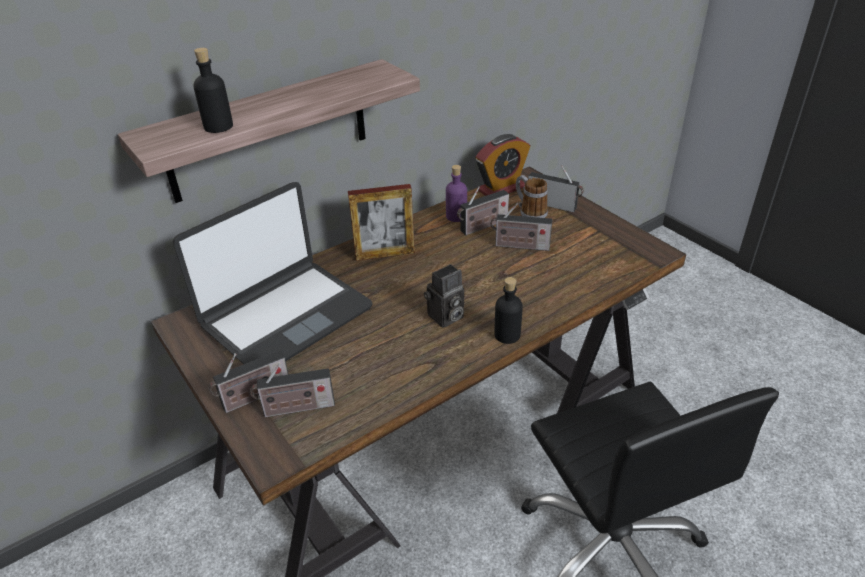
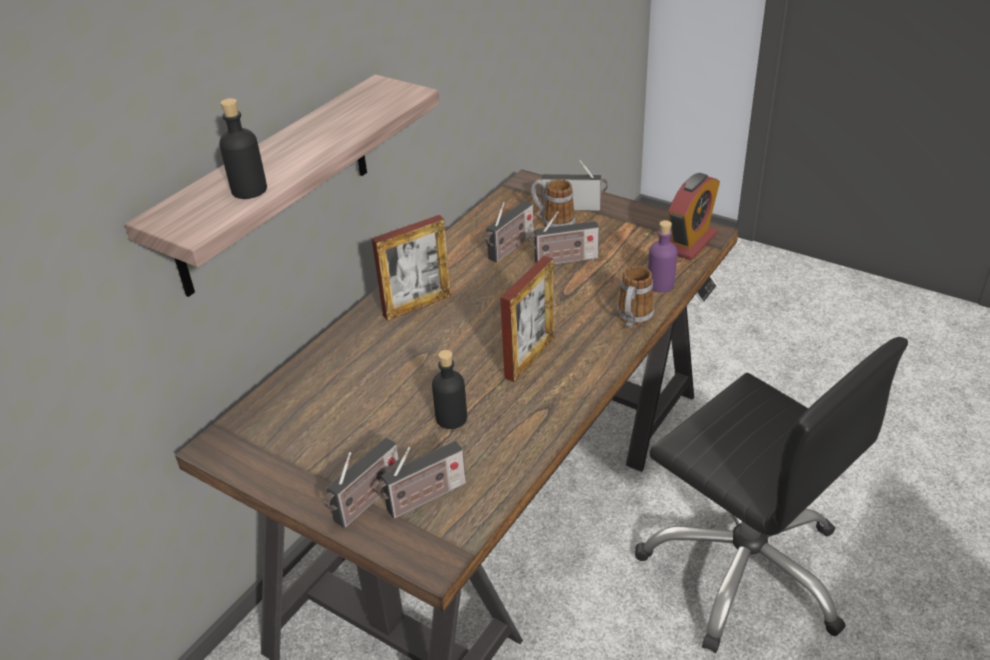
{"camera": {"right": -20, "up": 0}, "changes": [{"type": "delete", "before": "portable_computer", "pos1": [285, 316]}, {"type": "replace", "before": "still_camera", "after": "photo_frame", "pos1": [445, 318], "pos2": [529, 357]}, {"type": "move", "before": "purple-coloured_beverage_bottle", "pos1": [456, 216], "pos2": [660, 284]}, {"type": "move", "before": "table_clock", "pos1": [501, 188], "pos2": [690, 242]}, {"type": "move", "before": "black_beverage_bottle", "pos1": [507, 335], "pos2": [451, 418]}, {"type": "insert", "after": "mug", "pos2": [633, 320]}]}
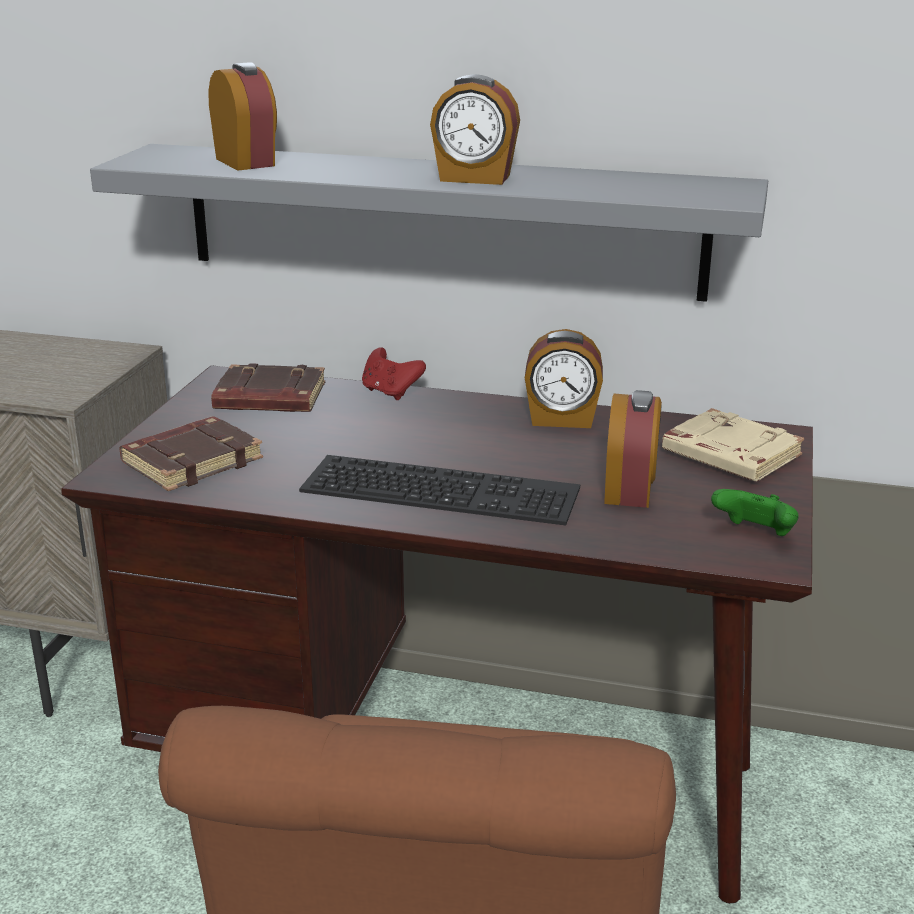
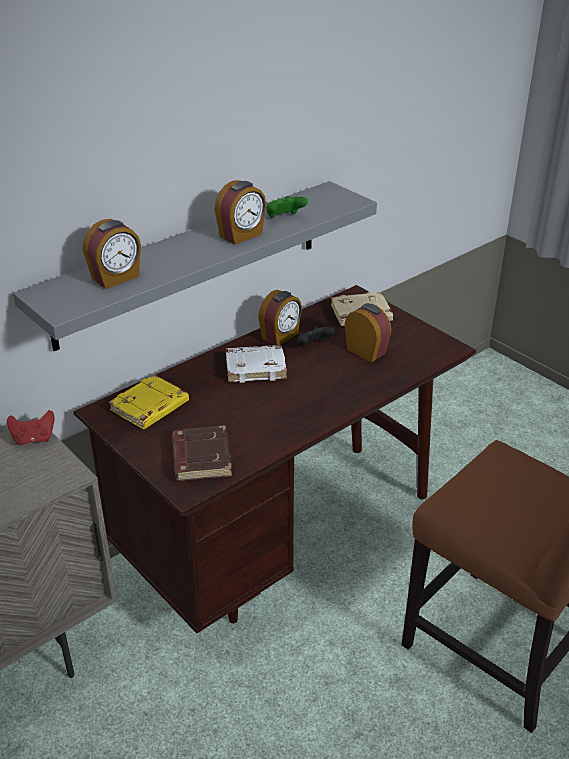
{"camera": {"right": -55, "up": 10}, "changes": [{"type": "rotate", "before": "table_clock", "pos1": [247, 162], "pos2": [116, 278], "turn": 135}, {"type": "recolor", "before": "brown-coloured_bound_book", "after": "yellowish_bound_book", "pos1": [268, 399], "pos2": [150, 407]}, {"type": "delete", "before": "PC_keyboard", "pos1": [444, 488]}, {"type": "move", "before": "reddish_gamepad", "pos1": [390, 392], "pos2": [34, 439]}, {"type": "move", "before": "green-coloured_gamepad", "pos1": [754, 535], "pos2": [284, 218]}, {"type": "insert", "after": "white_bound_book", "pos2": [256, 367]}, {"type": "insert", "after": "black_gamepad", "pos2": [313, 346]}]}
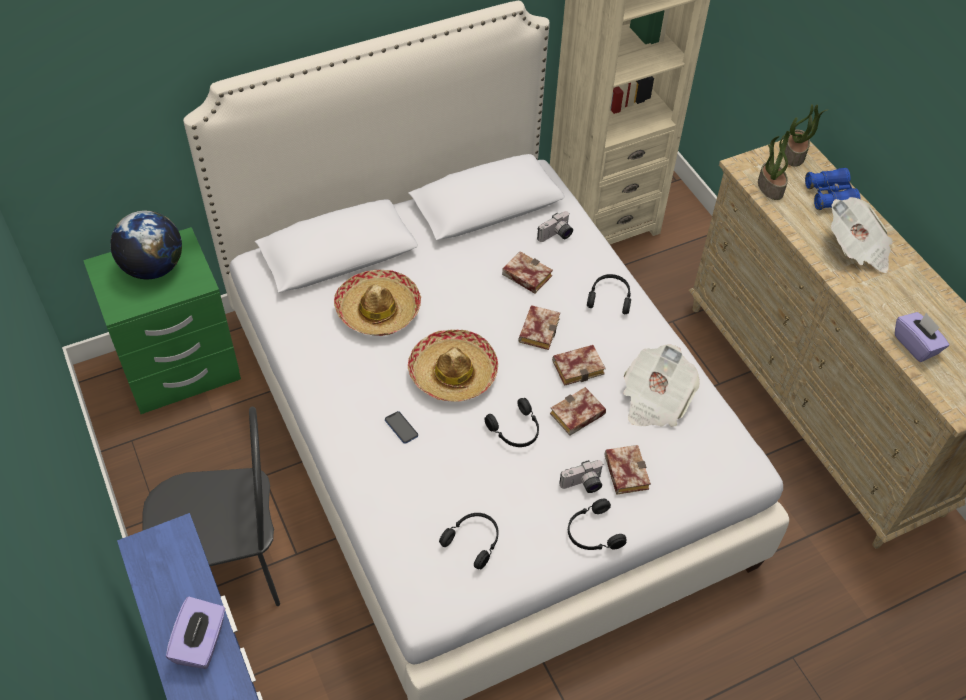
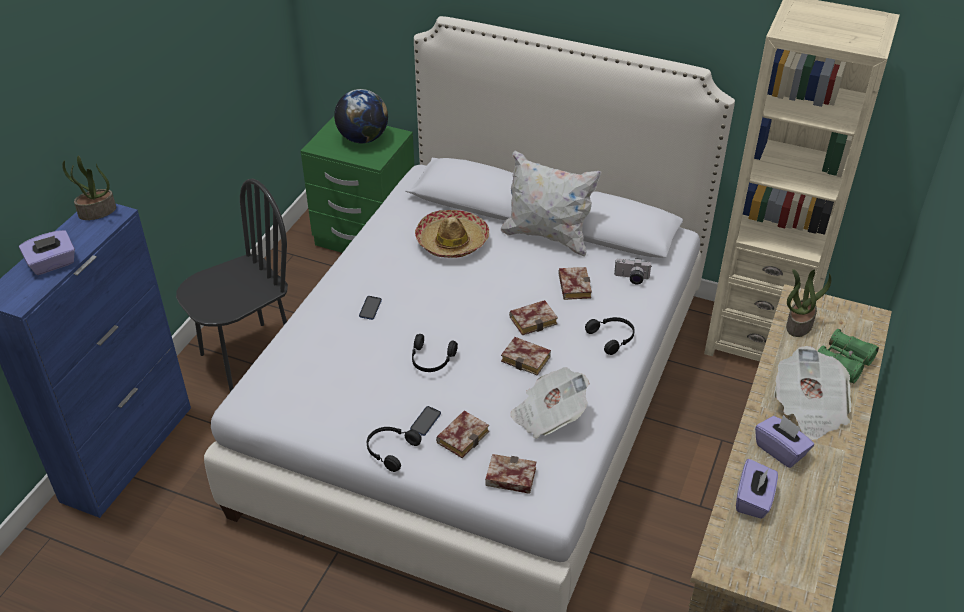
{"camera": {"right": 50, "up": -10}, "changes": [{"type": "rotate", "before": "black_upright_chair", "pos1": [231, 572], "pos2": [248, 357], "turn": -75}, {"type": "delete", "before": "hat", "pos1": [453, 373]}, {"type": "delete", "before": "black_headset", "pos1": [474, 541]}, {"type": "move", "before": "bound_book", "pos1": [576, 416], "pos2": [508, 478]}, {"type": "replace", "before": "still_camera", "after": "phone", "pos1": [583, 485], "pos2": [425, 421]}, {"type": "move", "before": "plant_in_a_pot", "pos1": [794, 155], "pos2": [97, 212]}, {"type": "recolor", "before": "blue-coloured_field_glasses", "after": "green-coloured_field_glasses", "pos1": [829, 196], "pos2": [844, 363]}, {"type": "insert", "after": "white_cushion", "pos2": [547, 236]}, {"type": "insert", "after": "purple-coloured_tissue_holder", "pos2": [780, 450]}]}
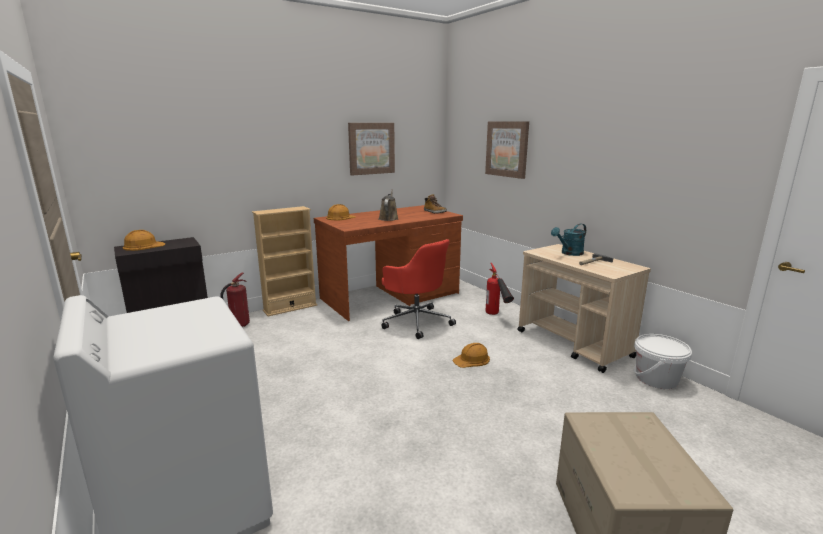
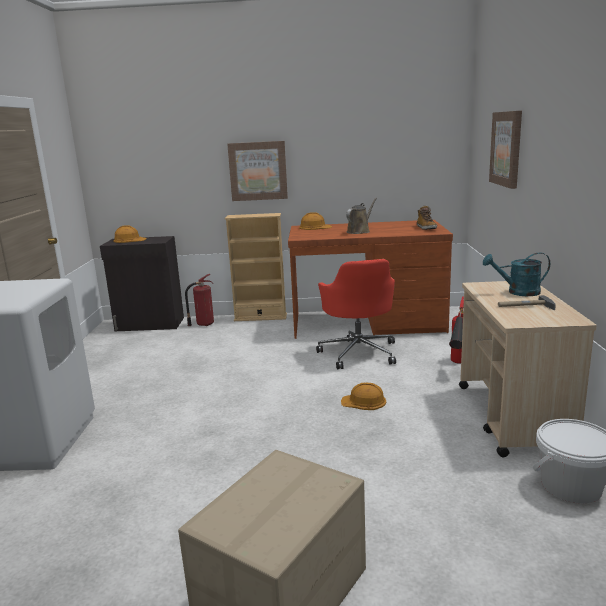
{"camera": {"right": 35, "up": 0}, "changes": [{"type": "move", "before": "picture", "pos1": [371, 148], "pos2": [258, 171]}]}
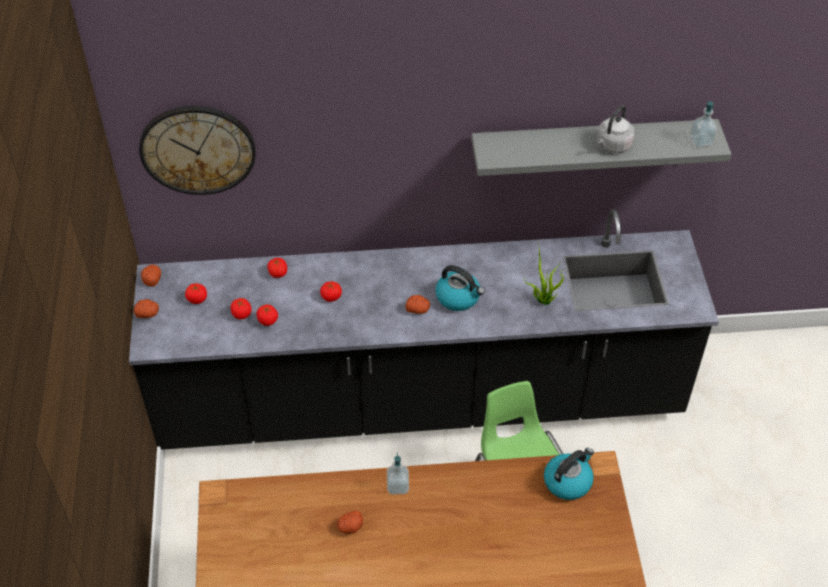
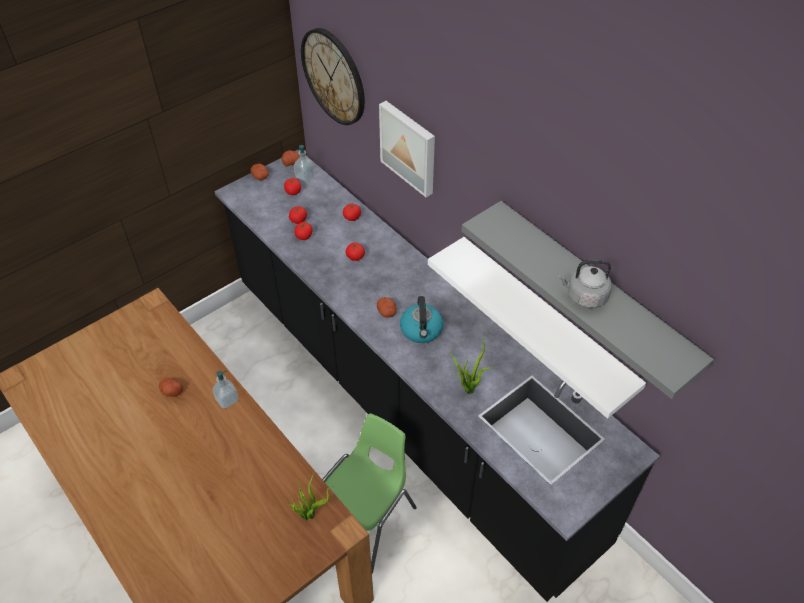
{"camera": {"right": 55, "up": 0}, "changes": [{"type": "replace", "before": "tea_kettle", "after": "plant_in_a_pot", "pos1": [568, 481], "pos2": [310, 514]}, {"type": "move", "before": "liquid_soap_bottle", "pos1": [700, 141], "pos2": [305, 176]}, {"type": "insert", "after": "picture", "pos2": [409, 147]}, {"type": "insert", "after": "white_shelf", "pos2": [544, 320]}]}
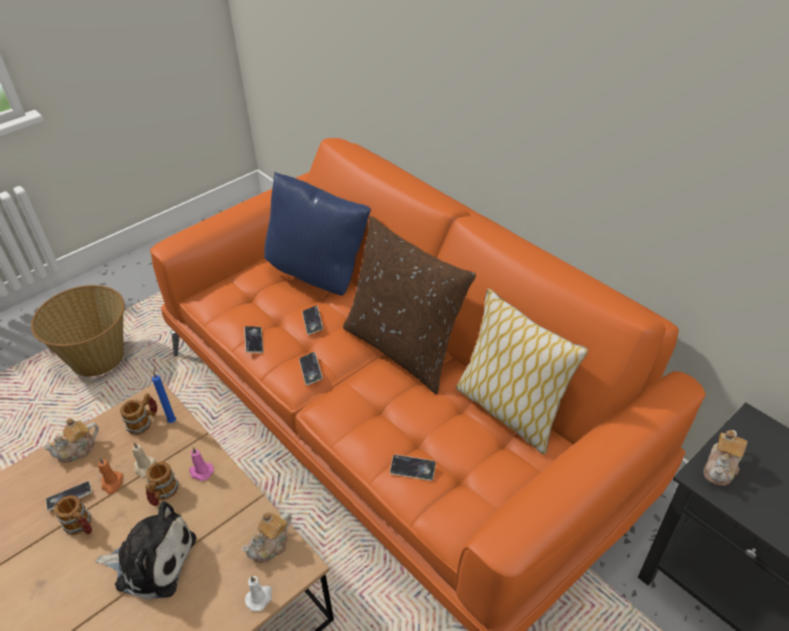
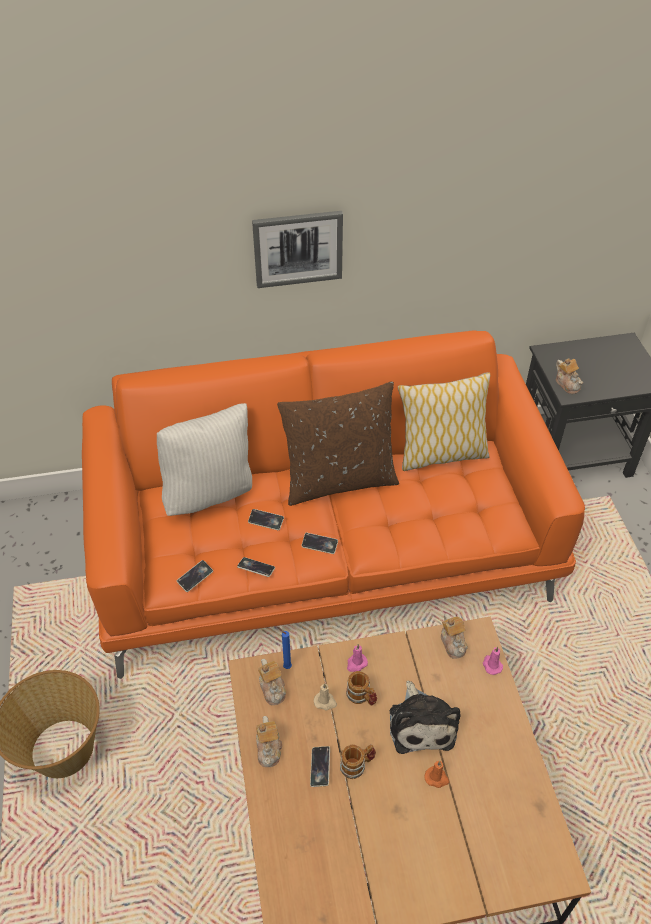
{"camera": {"right": -60, "up": 5}, "changes": [{"type": "rotate", "before": "soft_toy", "pos1": [152, 560], "pos2": [421, 723], "turn": 135}, {"type": "move", "before": "orange-coloured_wax_light", "pos1": [112, 483], "pos2": [437, 778]}, {"type": "replace", "before": "mug", "after": "tea_pot", "pos1": [144, 422], "pos2": [273, 688]}, {"type": "recolor", "before": "white_wax_light", "after": "pinkish_wax_light", "pos1": [260, 597], "pos2": [491, 665]}, {"type": "recolor", "before": "blue-coloured_cushion", "after": "white_cushion", "pos1": [319, 275], "pos2": [210, 493]}, {"type": "move", "before": "phone", "pos1": [412, 469], "pos2": [195, 577]}, {"type": "insert", "after": "picture", "pos2": [298, 248]}]}
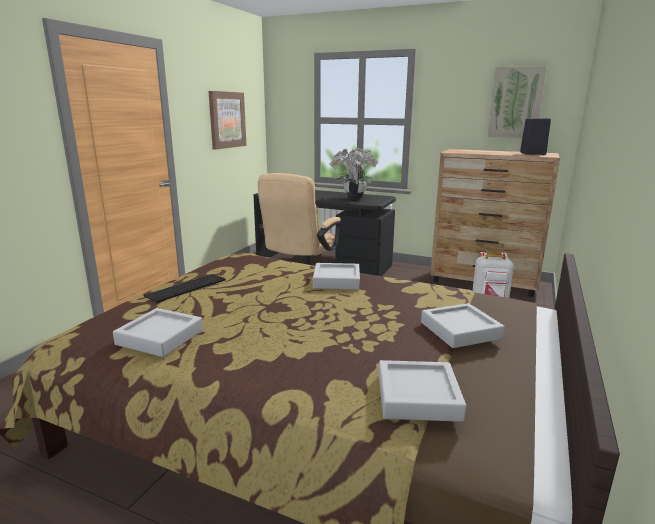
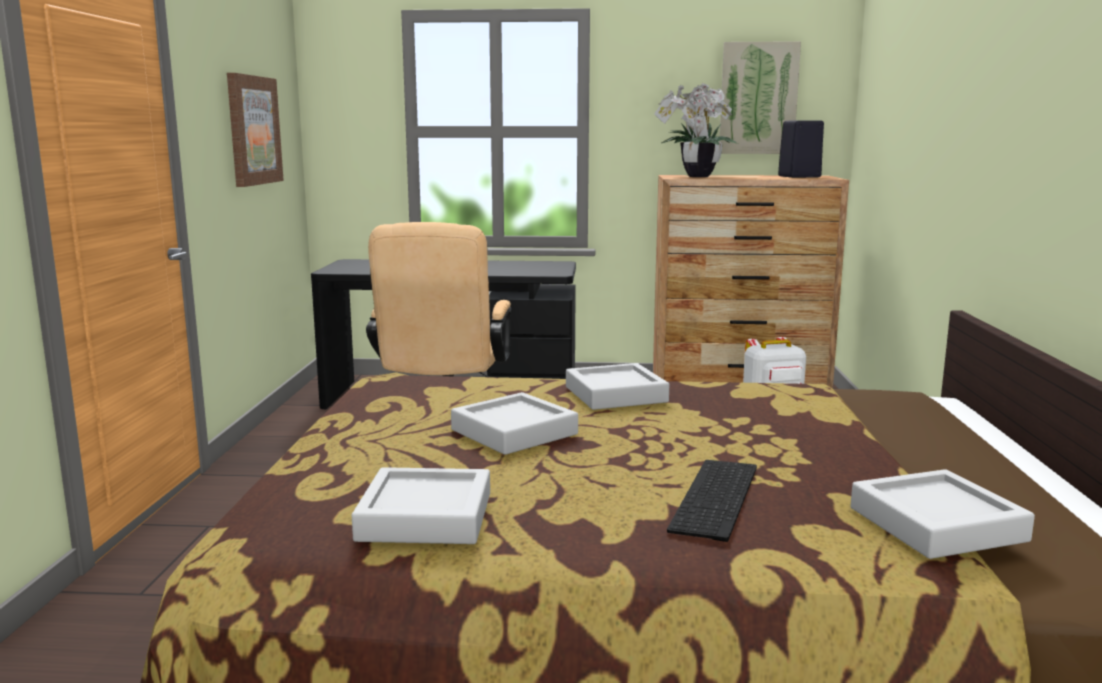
{"camera": {"right": -20, "up": -5}, "changes": [{"type": "move", "before": "PC_keyboard", "pos1": [186, 288], "pos2": [718, 499]}, {"type": "move", "before": "plant_in_a_pot", "pos1": [353, 198], "pos2": [695, 176]}, {"type": "move", "before": "greyish_carrying_tray", "pos1": [460, 330], "pos2": [514, 432]}]}
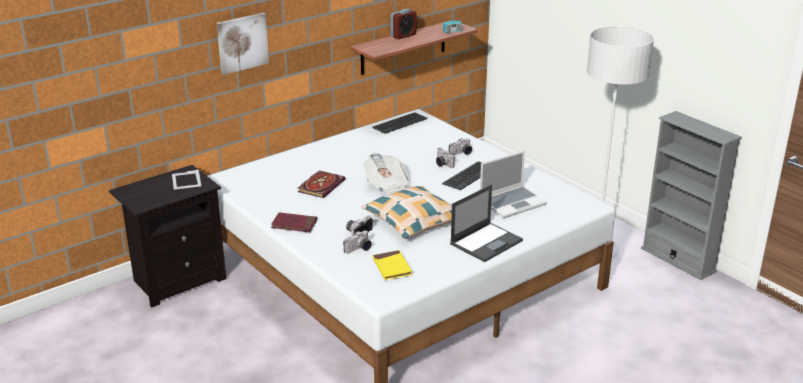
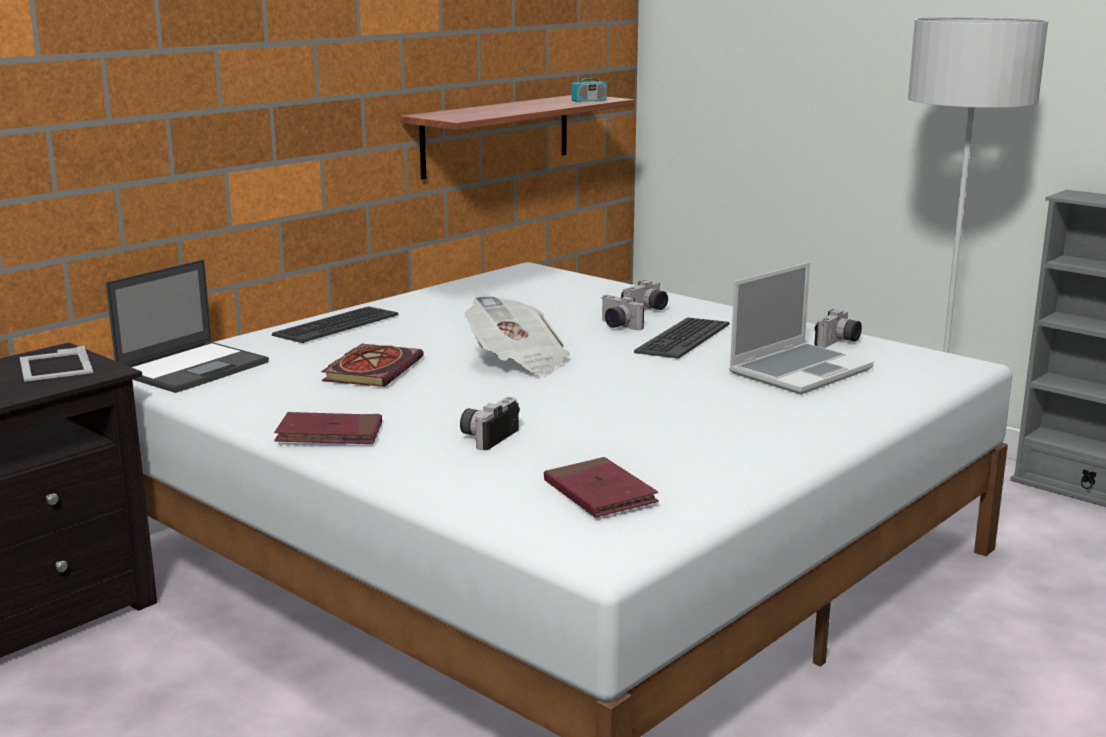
{"camera": {"right": -10, "up": -10}, "changes": [{"type": "delete", "before": "picture", "pos1": [242, 42]}, {"type": "move", "before": "still_camera", "pos1": [359, 249], "pos2": [838, 343]}, {"type": "delete", "before": "cushion", "pos1": [413, 220]}, {"type": "move", "before": "PC_keyboard", "pos1": [399, 123], "pos2": [336, 325]}, {"type": "recolor", "before": "yellowish_bound_book", "after": "reddish_bound_book", "pos1": [392, 267], "pos2": [599, 493]}, {"type": "delete", "before": "table_clock", "pos1": [403, 35]}, {"type": "move", "before": "portable_computer", "pos1": [486, 242], "pos2": [194, 367]}]}
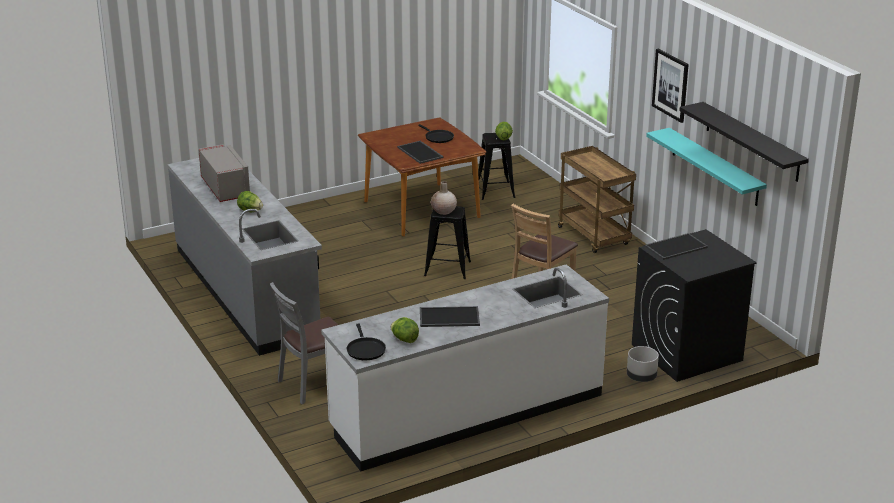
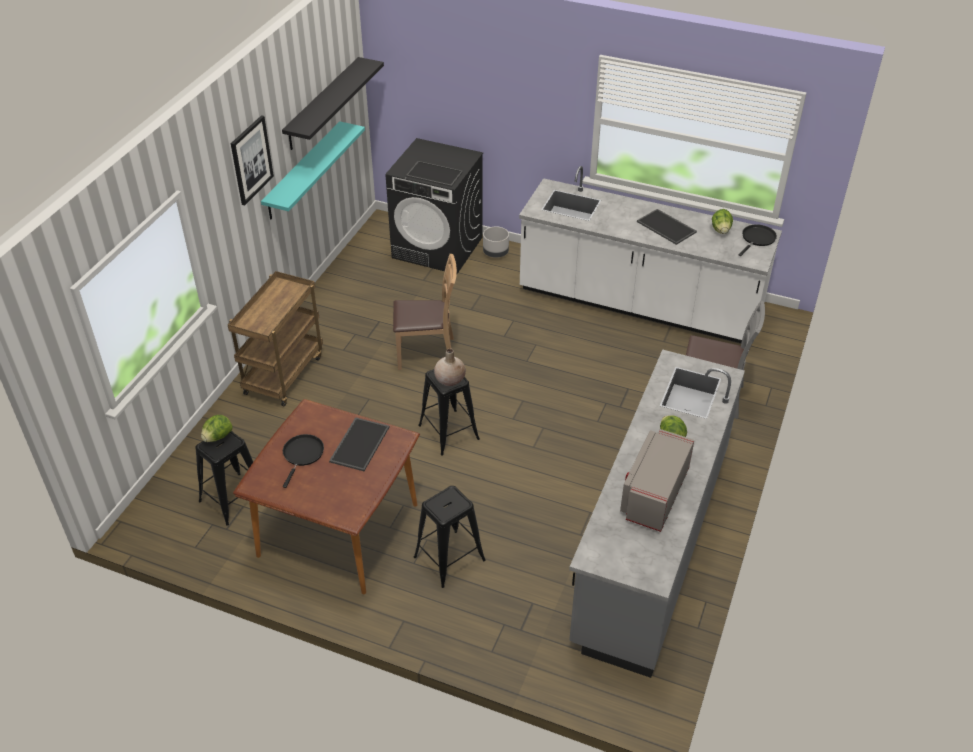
{"camera": {"right": -130, "up": 15}, "changes": [{"type": "insert", "after": "black_stool", "pos2": [449, 558]}]}
